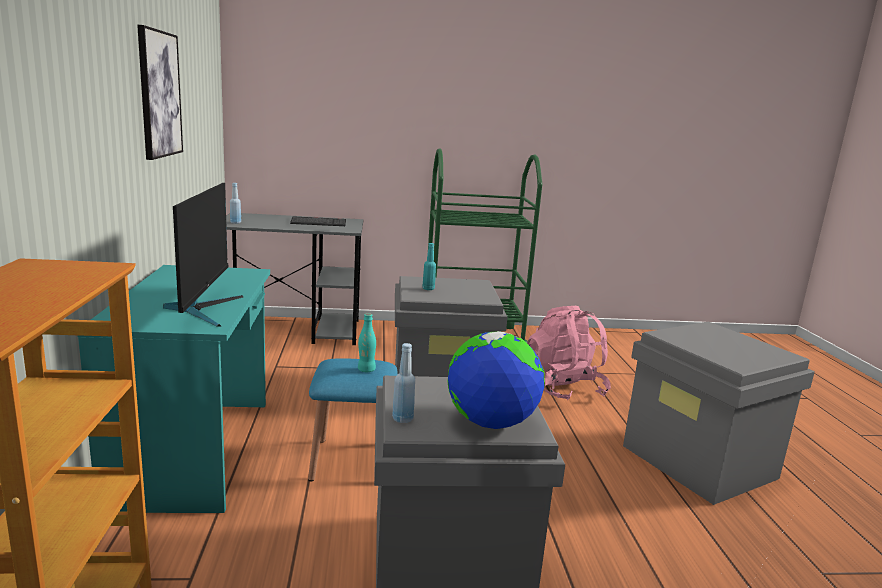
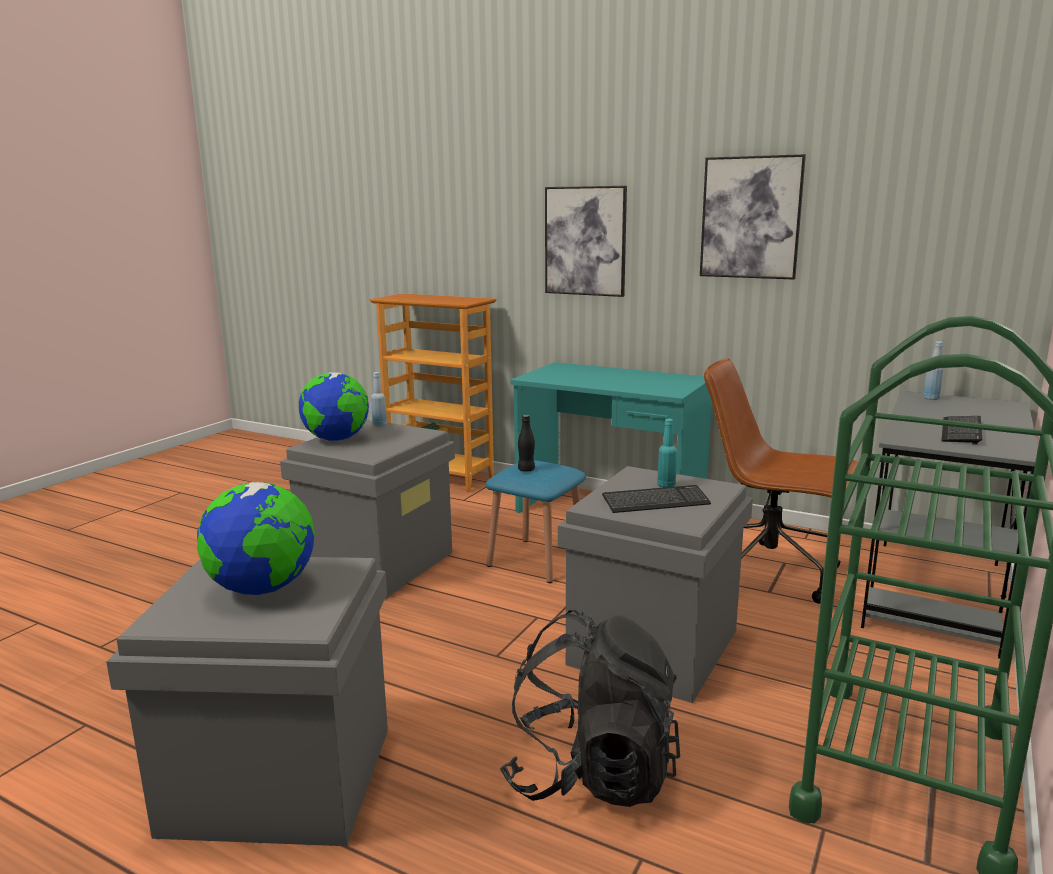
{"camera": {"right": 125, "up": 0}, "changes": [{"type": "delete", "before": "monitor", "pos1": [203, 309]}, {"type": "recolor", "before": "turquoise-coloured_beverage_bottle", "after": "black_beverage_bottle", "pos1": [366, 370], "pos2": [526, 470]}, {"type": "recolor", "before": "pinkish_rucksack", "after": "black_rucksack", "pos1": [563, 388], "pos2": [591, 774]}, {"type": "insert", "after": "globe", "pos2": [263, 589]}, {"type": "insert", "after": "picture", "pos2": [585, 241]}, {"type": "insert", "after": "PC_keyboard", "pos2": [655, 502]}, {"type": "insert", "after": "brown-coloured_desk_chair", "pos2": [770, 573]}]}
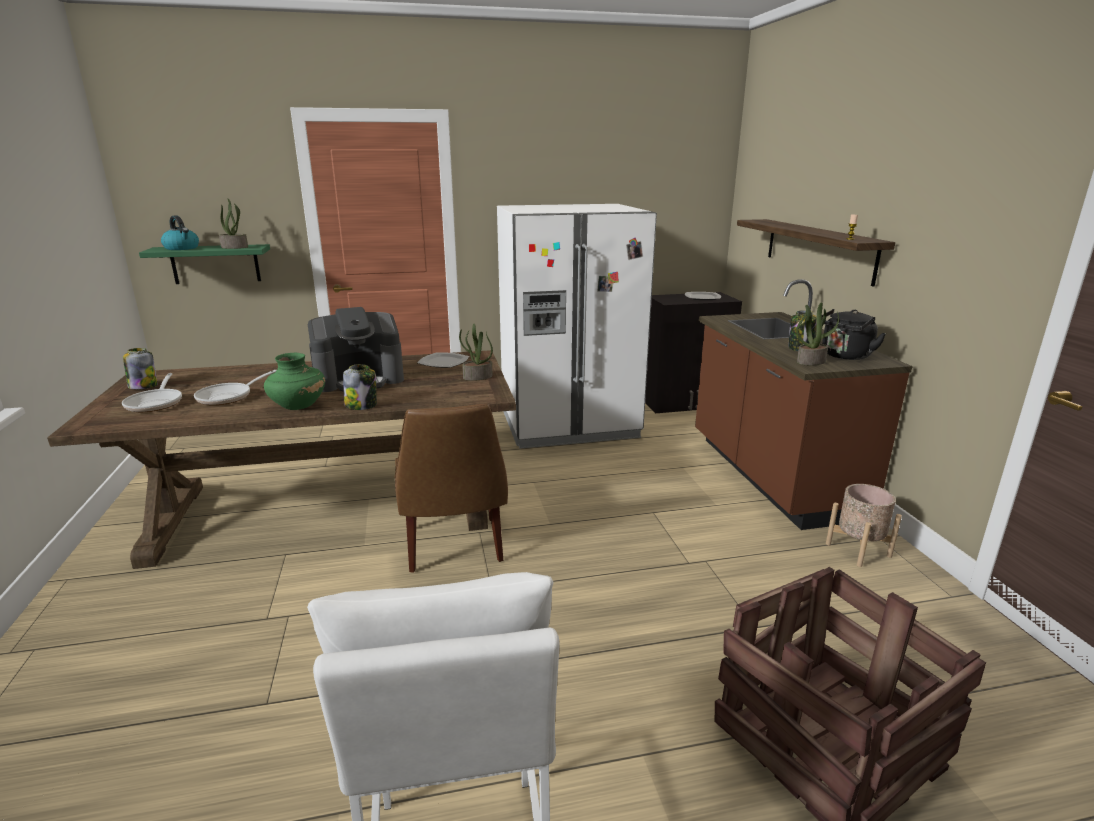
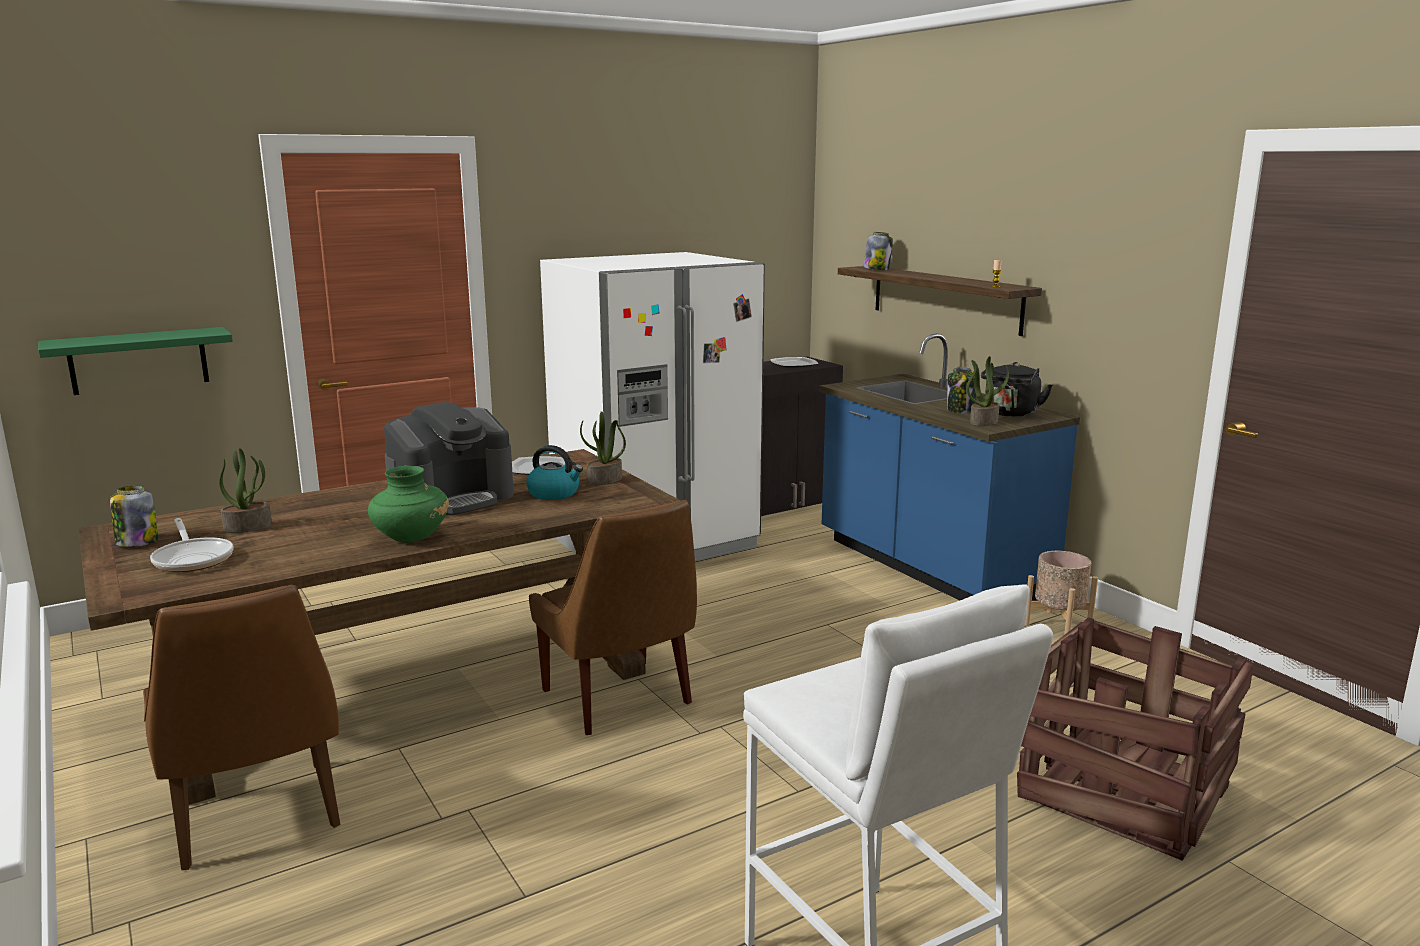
{"camera": {"right": -20, "up": -5}, "changes": [{"type": "move", "before": "tea_kettle", "pos1": [182, 248], "pos2": [554, 493]}, {"type": "delete", "before": "skillet", "pos1": [229, 396]}, {"type": "move", "before": "plant_in_a_pot", "pos1": [235, 247], "pos2": [248, 527]}, {"type": "move", "before": "storage_jar", "pos1": [361, 405], "pos2": [877, 269]}, {"type": "recolor", "before": "brown-coloured_kitchen_base_unit", "after": "blue-coloured_kitchen_base_unit", "pos1": [771, 476], "pos2": [929, 568]}, {"type": "insert", "after": "brown-coloured_upright_chair", "pos2": [257, 817]}]}
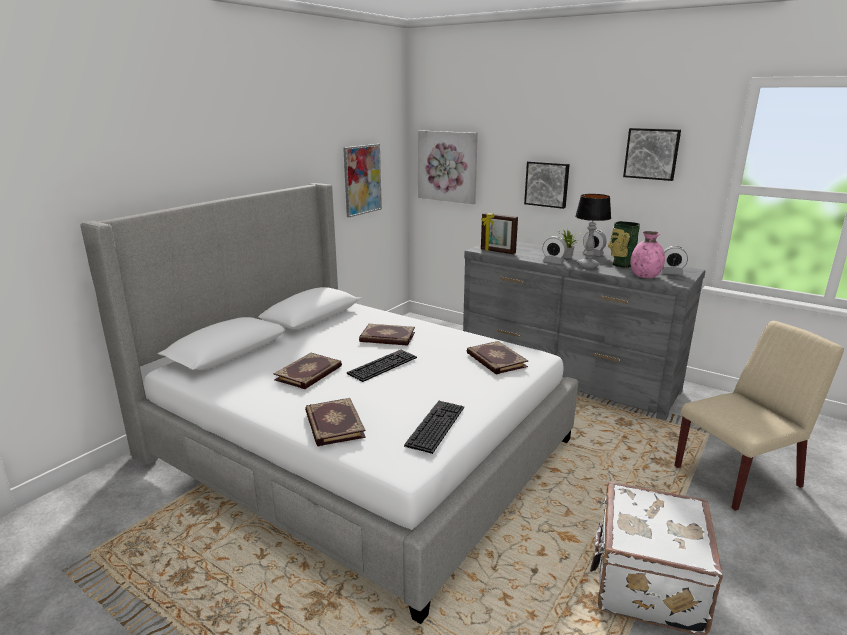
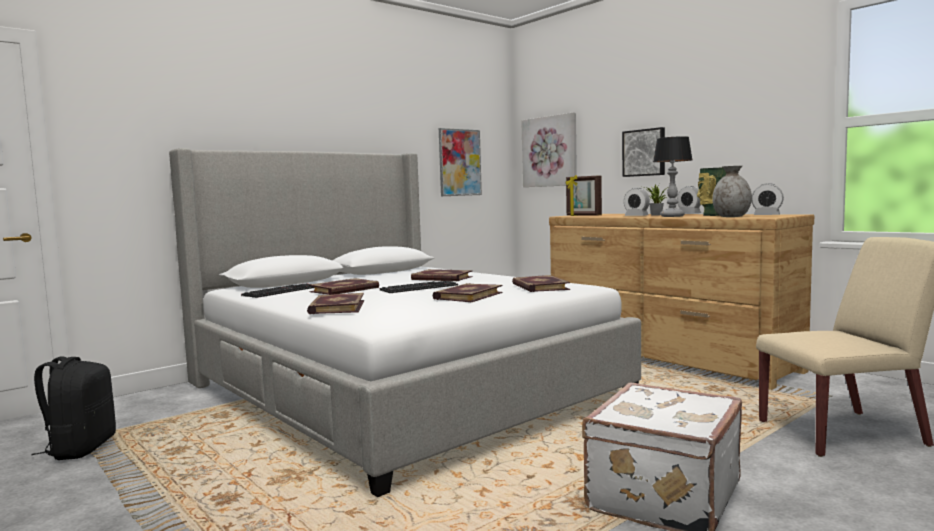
{"camera": {"right": 15, "up": -15}, "changes": [{"type": "move", "before": "PC_keyboard", "pos1": [434, 425], "pos2": [281, 291]}, {"type": "recolor", "before": "greyish_dresser", "after": "brown-coloured_dresser", "pos1": [566, 376], "pos2": [666, 357]}, {"type": "delete", "before": "picture", "pos1": [651, 153]}, {"type": "recolor", "before": "pinkish_decorative_vase", "after": "greyish_decorative_vase", "pos1": [644, 276], "pos2": [731, 217]}, {"type": "insert", "after": "black_rucksack", "pos2": [80, 449]}, {"type": "insert", "after": "bound_book", "pos2": [467, 296]}]}
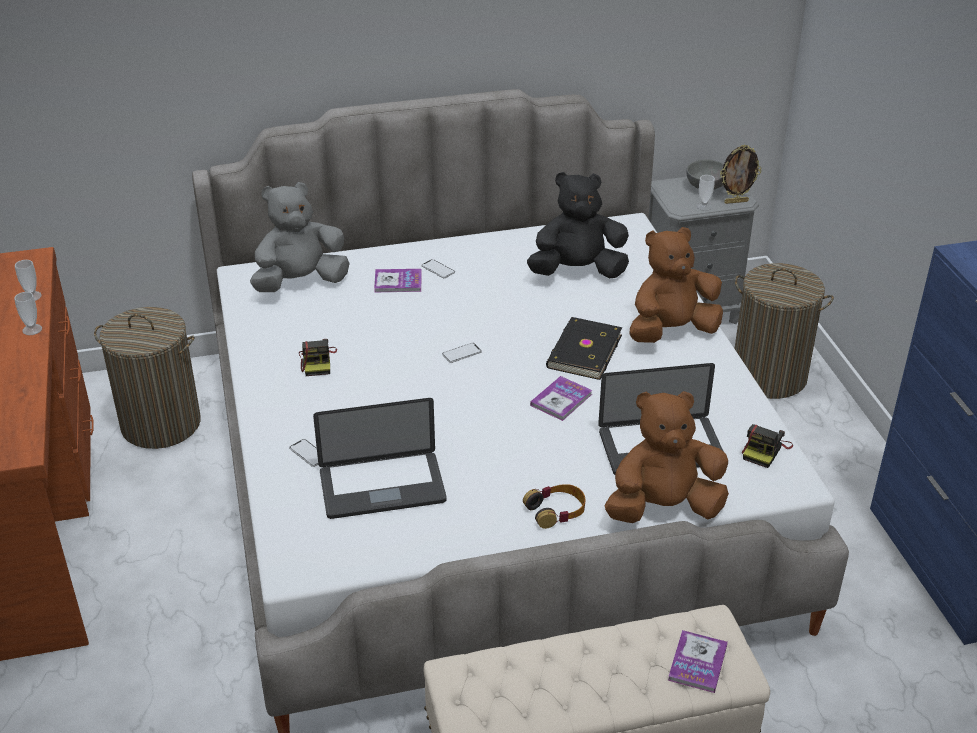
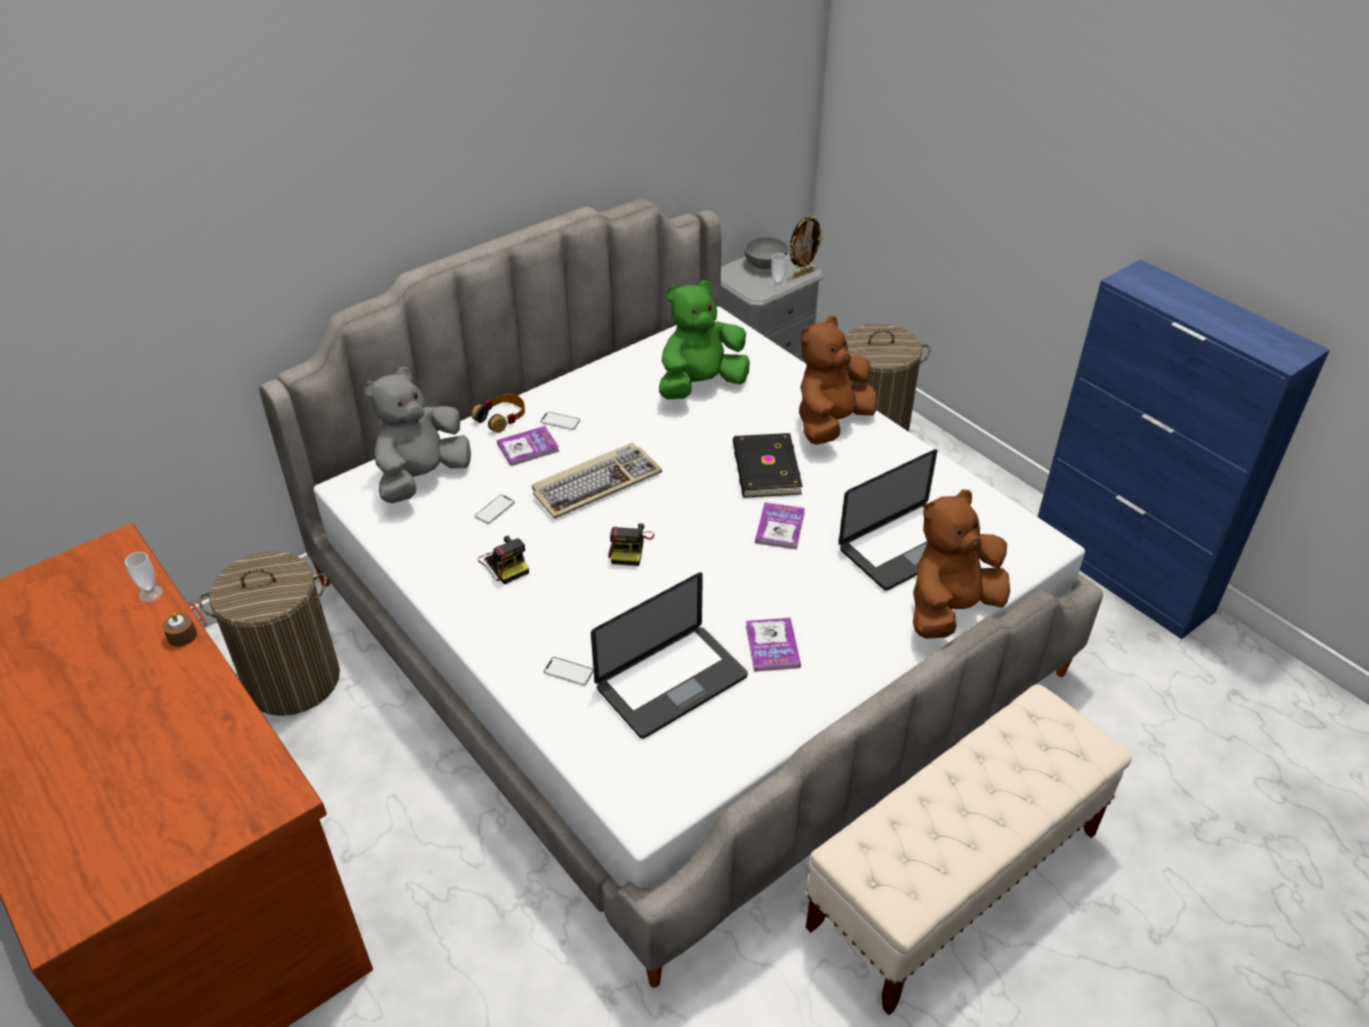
{"camera": {"right": -25, "up": 5}, "changes": [{"type": "replace", "before": "cup", "after": "brown-coloured_wax_light", "pos1": [32, 329], "pos2": [182, 636]}, {"type": "move", "before": "phone", "pos1": [461, 353], "pos2": [495, 510]}, {"type": "move", "before": "headset", "pos1": [556, 510], "pos2": [501, 417]}, {"type": "recolor", "before": "black_soft_toy", "after": "green-coloured_soft_toy", "pos1": [577, 271], "pos2": [700, 385]}, {"type": "move", "before": "bound_book", "pos1": [697, 663], "pos2": [772, 646]}, {"type": "move", "before": "still_camera", "pos1": [765, 450], "pos2": [629, 547]}, {"type": "insert", "after": "PC_keyboard", "pos2": [596, 483]}]}
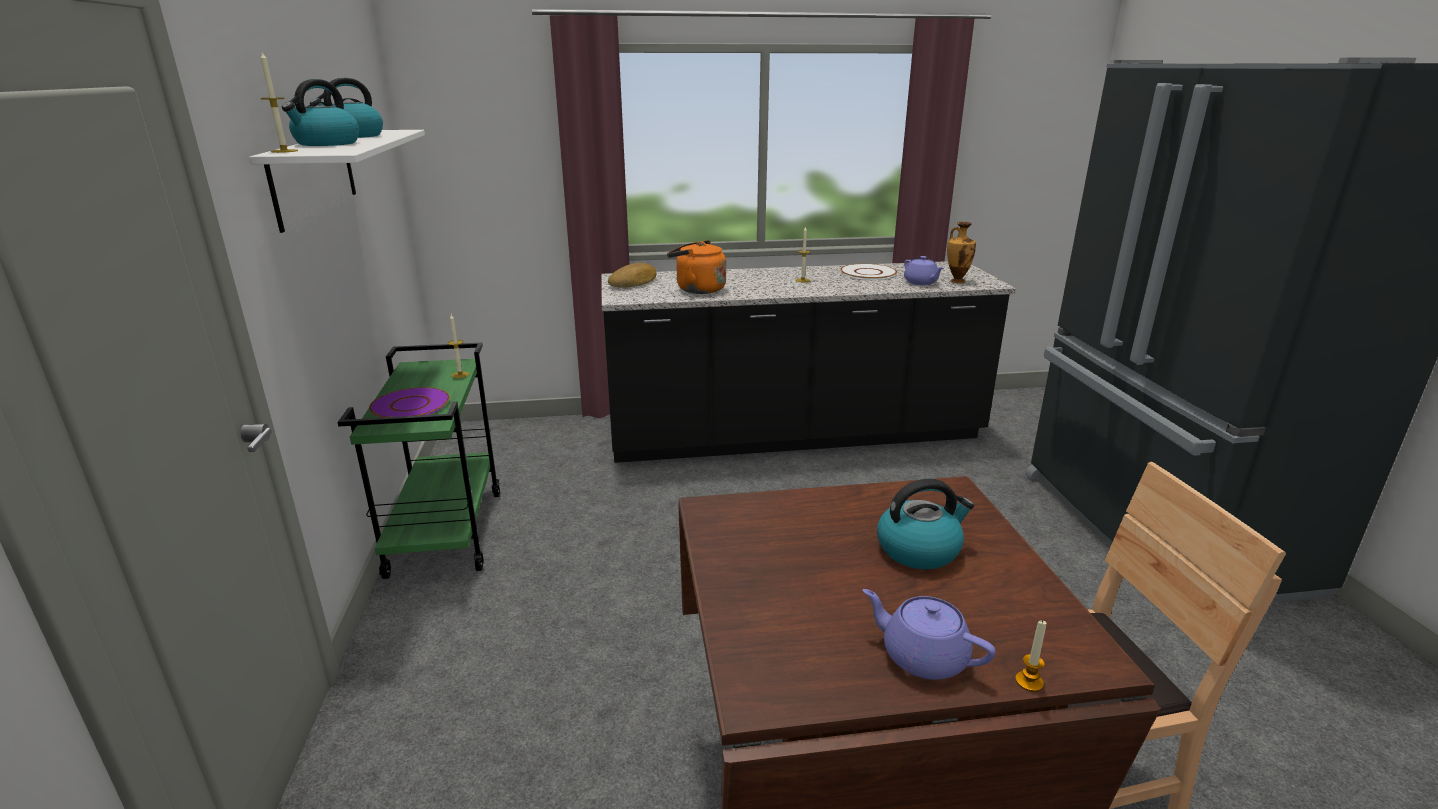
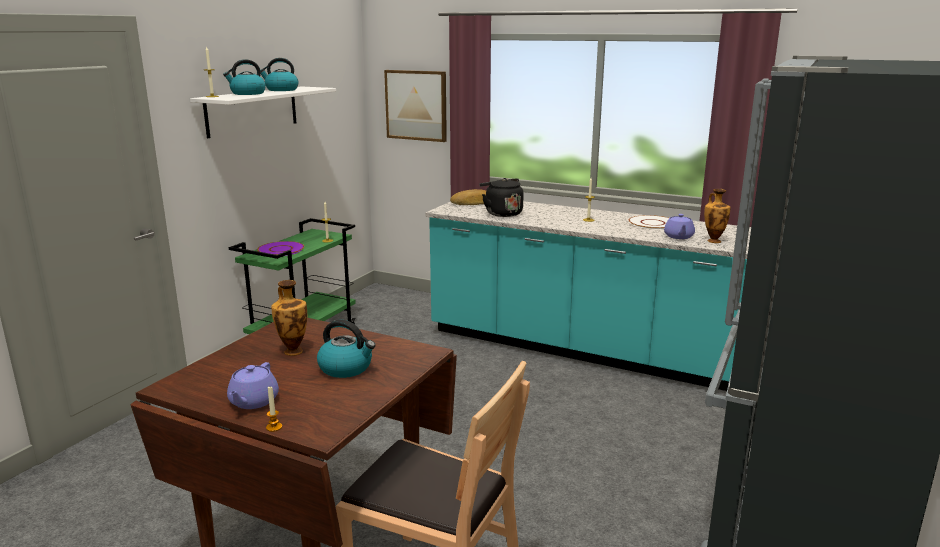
{"camera": {"right": 35, "up": -5}, "changes": [{"type": "recolor", "before": "black_kitchen_base_unit", "after": "turquoise-coloured_kitchen_base_unit", "pos1": [794, 436], "pos2": [581, 349]}, {"type": "recolor", "before": "orange-coloured_tea_kettle", "after": "black_tea_kettle", "pos1": [697, 289], "pos2": [502, 213]}, {"type": "rotate", "before": "purple-coloured_tea_pot", "pos1": [922, 656], "pos2": [253, 401], "turn": -150}, {"type": "insert", "after": "decorative_vase", "pos2": [293, 351]}, {"type": "insert", "after": "picture", "pos2": [416, 105]}]}
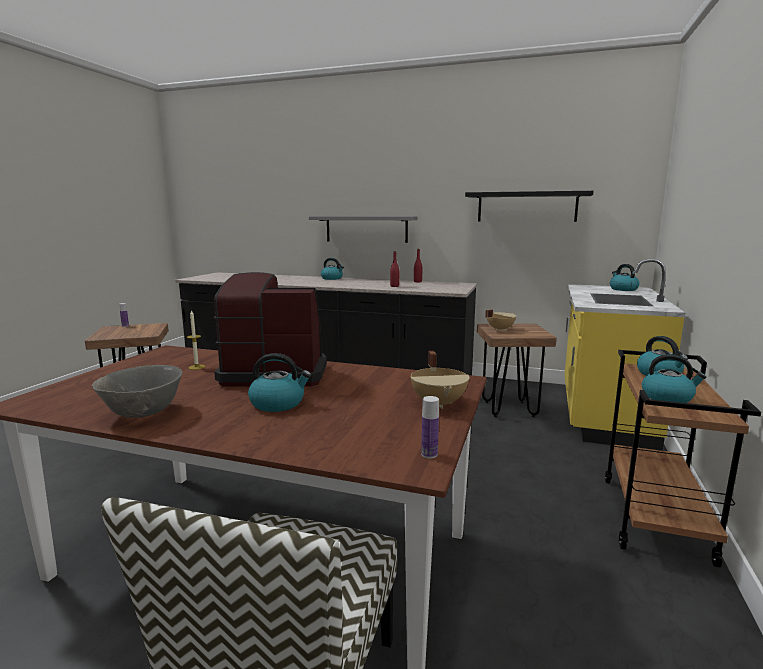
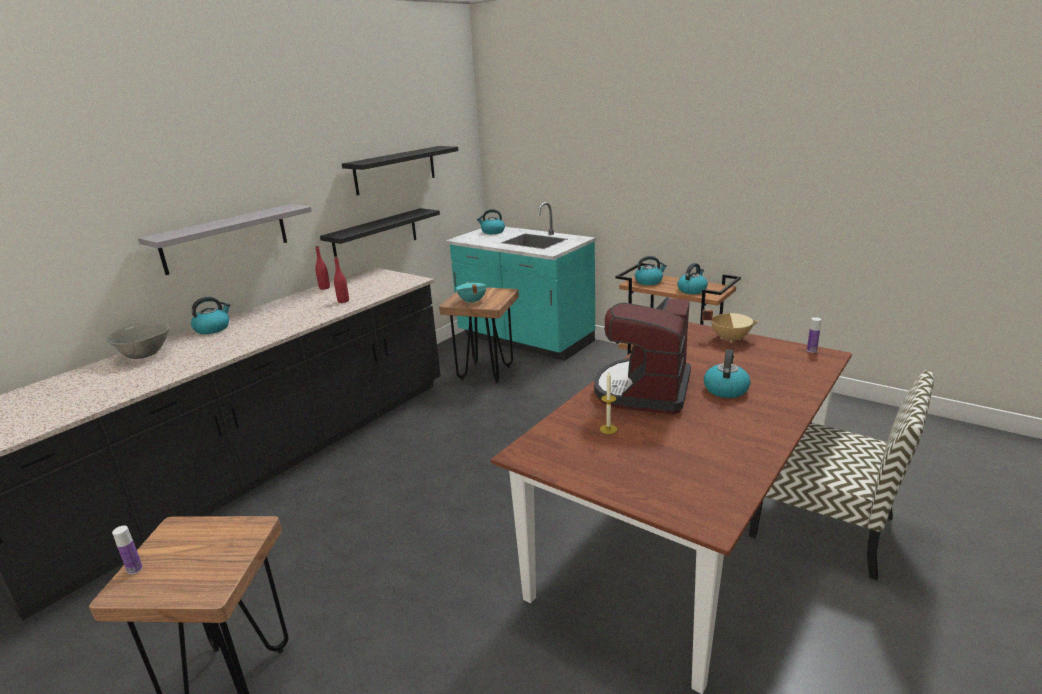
{"camera": {"right": -70, "up": 10}, "changes": [{"type": "move", "before": "greyish_deep_dish", "pos1": [143, 414], "pos2": [145, 355]}, {"type": "recolor", "before": "sand-coloured_stockpot", "after": "turquoise-coloured_stockpot", "pos1": [499, 329], "pos2": [472, 301]}, {"type": "recolor", "before": "yellowish_kitchen_base_unit", "after": "turquoise-coloured_kitchen_base_unit", "pos1": [603, 414], "pos2": [524, 340]}, {"type": "insert", "after": "black_shelf", "pos2": [375, 236]}]}
